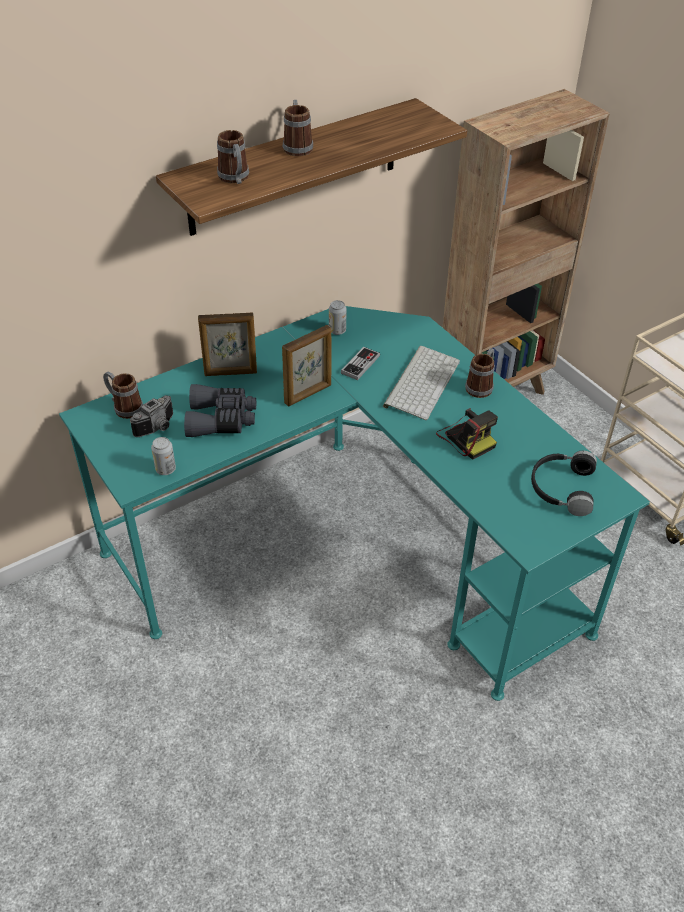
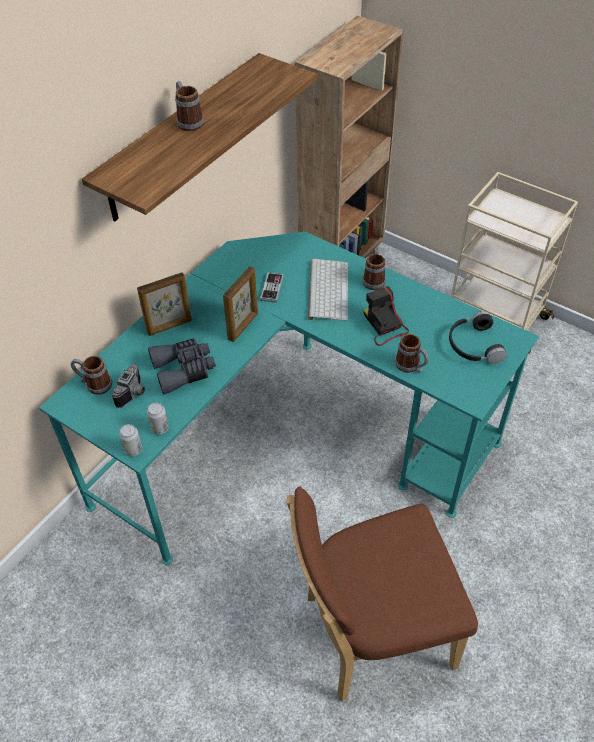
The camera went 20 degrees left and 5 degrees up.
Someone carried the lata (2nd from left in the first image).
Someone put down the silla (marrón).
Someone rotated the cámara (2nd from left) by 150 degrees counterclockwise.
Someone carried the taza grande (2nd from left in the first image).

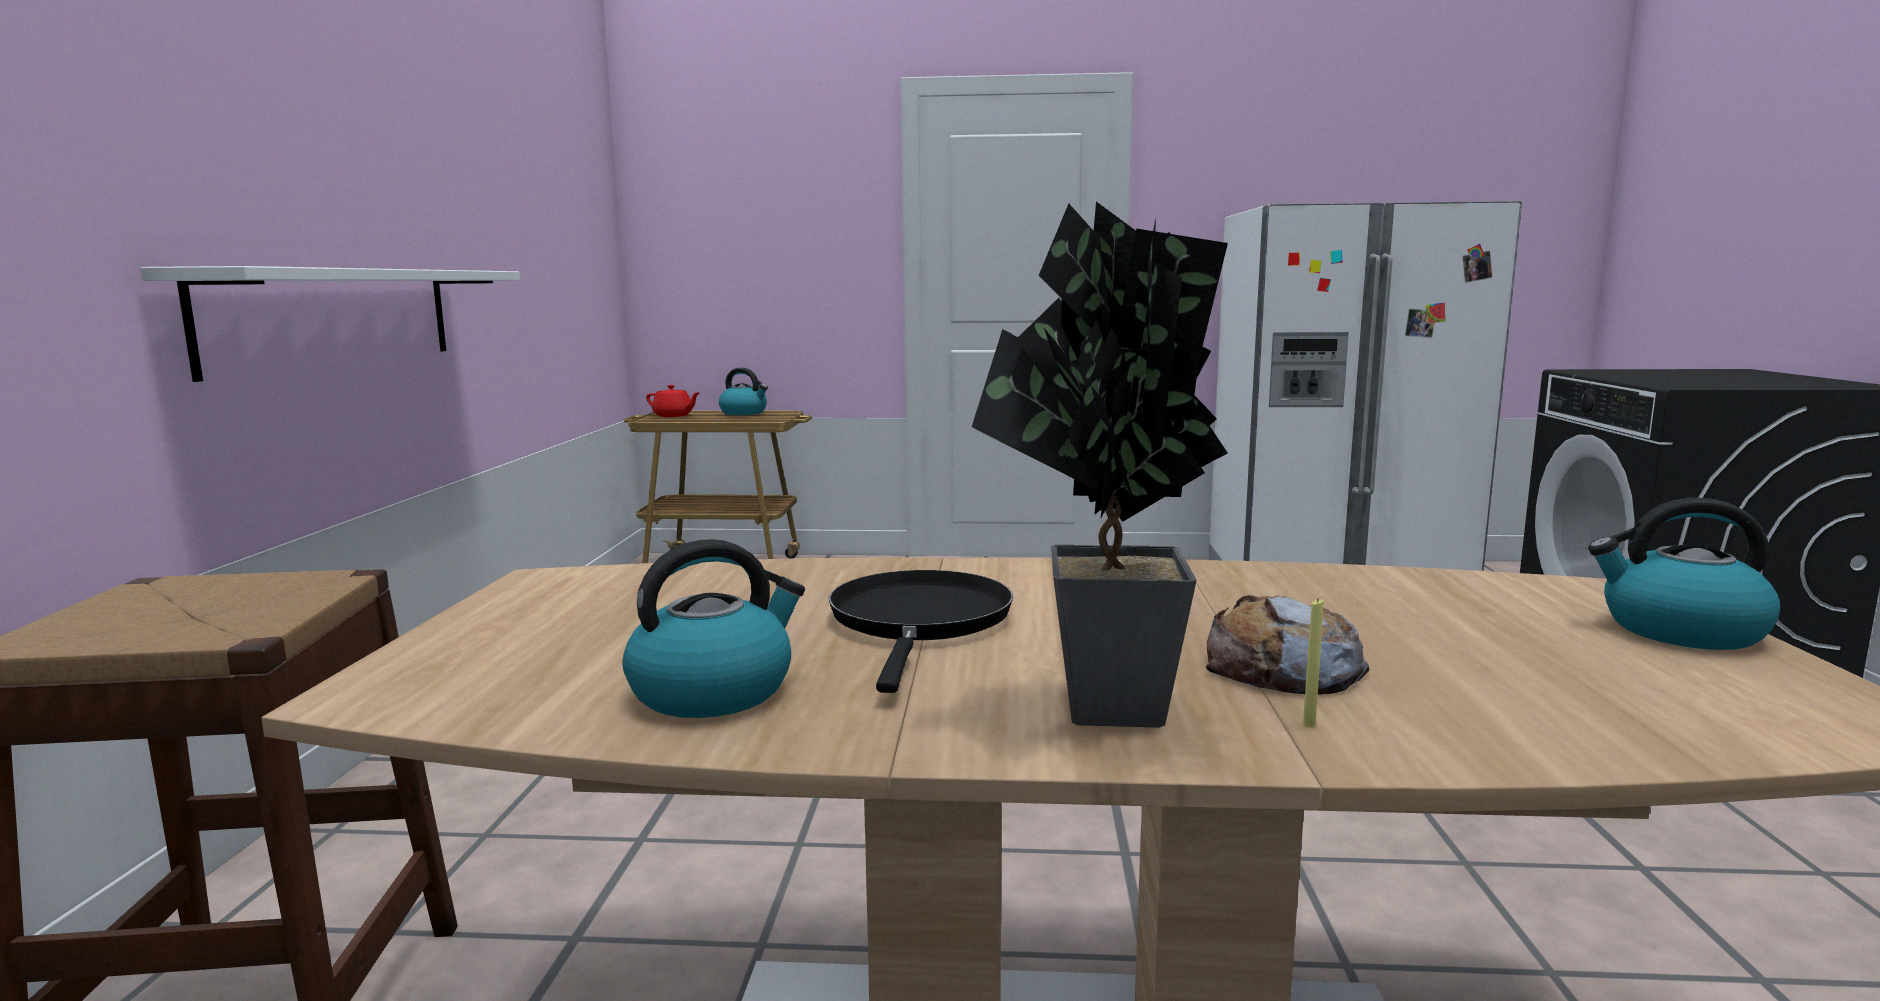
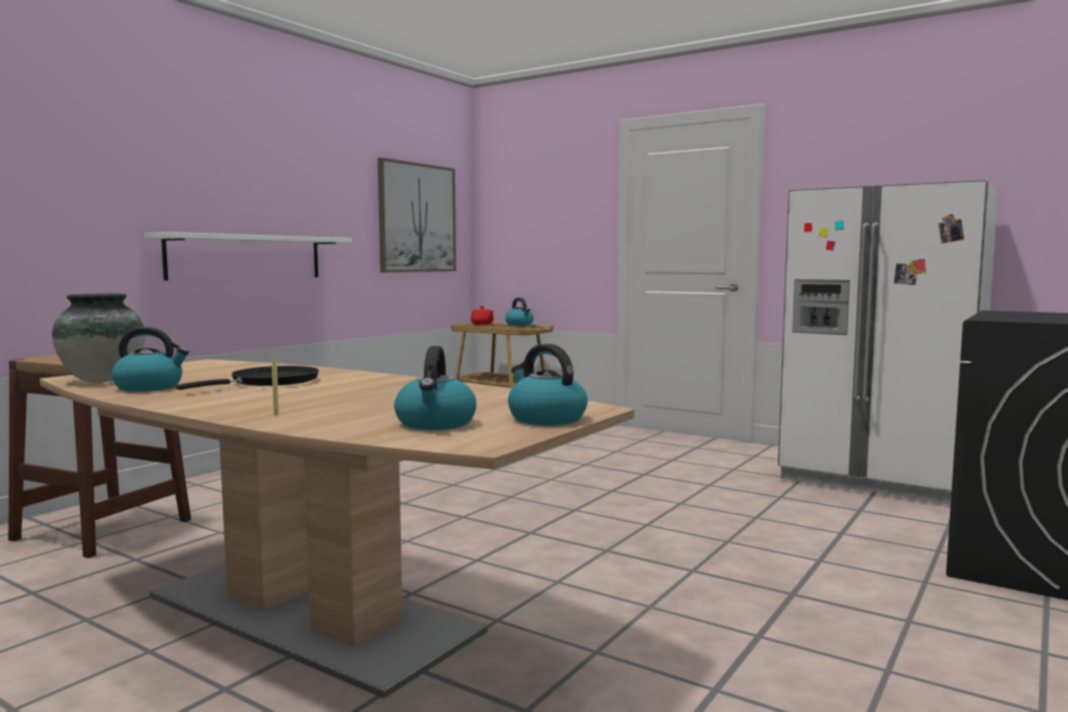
The camera went 30 degrees right and 5 degrees down.
Someone put down the florero.
Someone put up the cuadro.
Someone put down the hervidor (2nd from left).
Someone took away the planta en maceta.
Someone took away the pan.

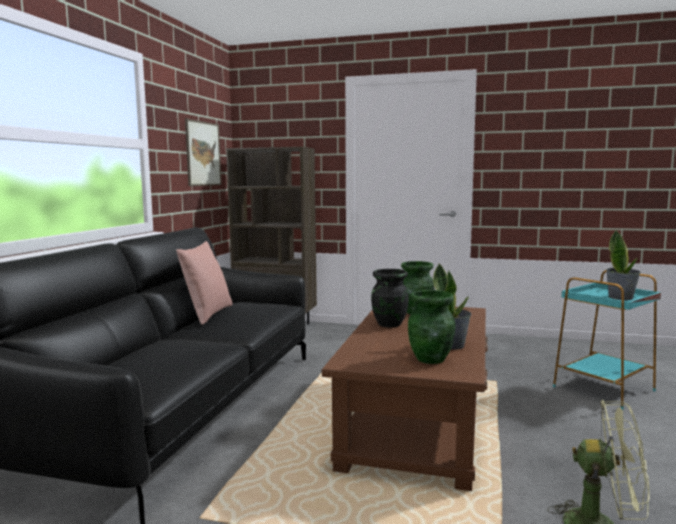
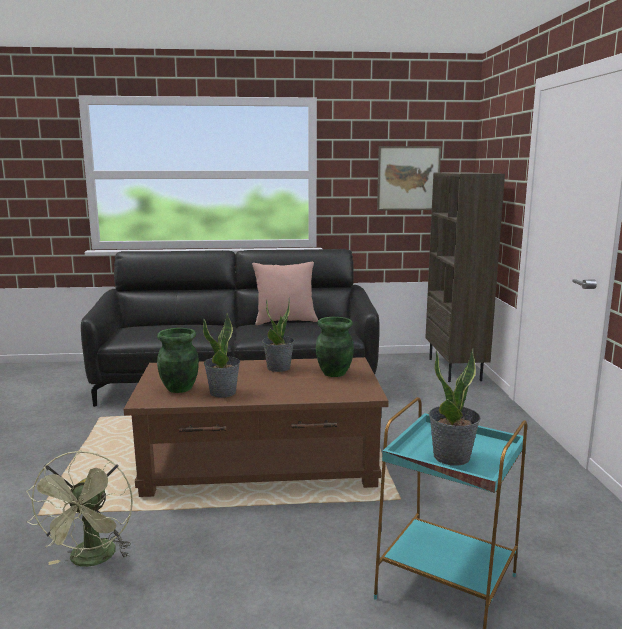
The camera went 70 degrees right and 5 degrees up.
Someone swapped the florero (negro) for the planta en maceta (2nd from left).

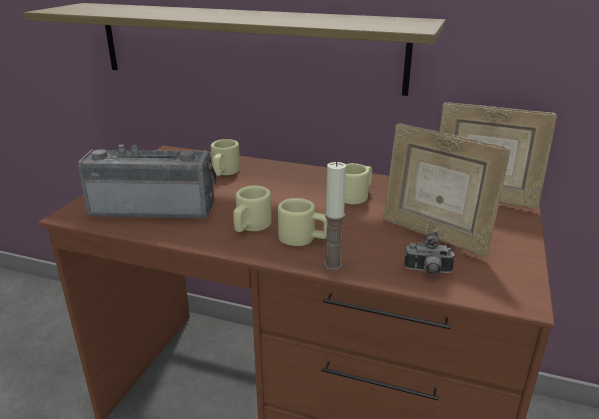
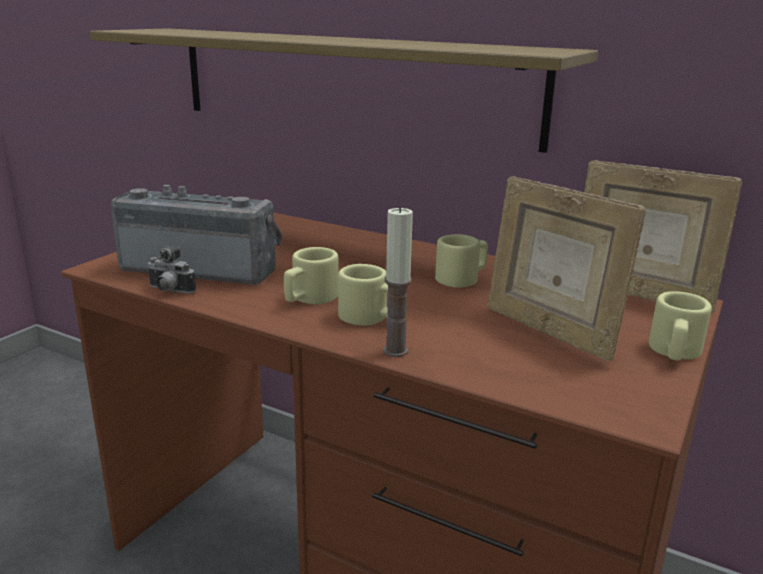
The camera went 10 degrees right and 5 degrees down.
Someone carried the cámara.
Someone carried the taza grande (beis) (1st from left in the first image).

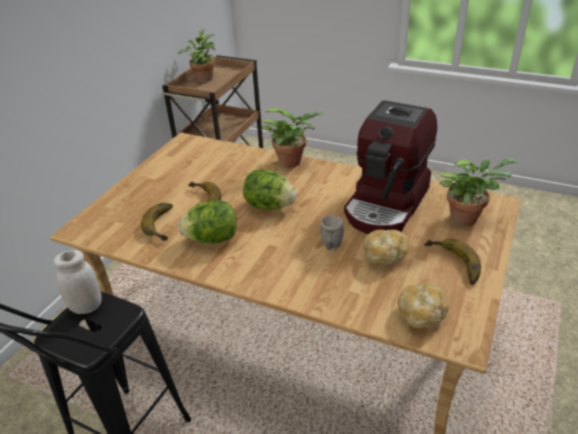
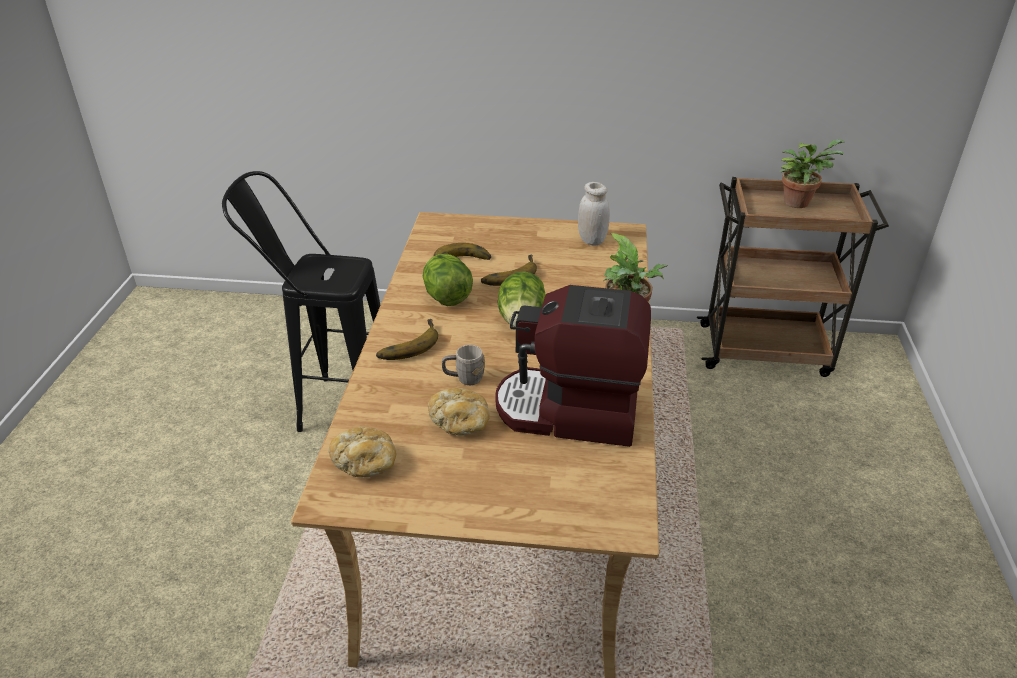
The camera went 70 degrees right and 0 degrees up.
Someone carried the plátano (3rd from left in the first image).
Someone carried the tarro (blanco).
Someone took away the planta en maceta (3rd from left).

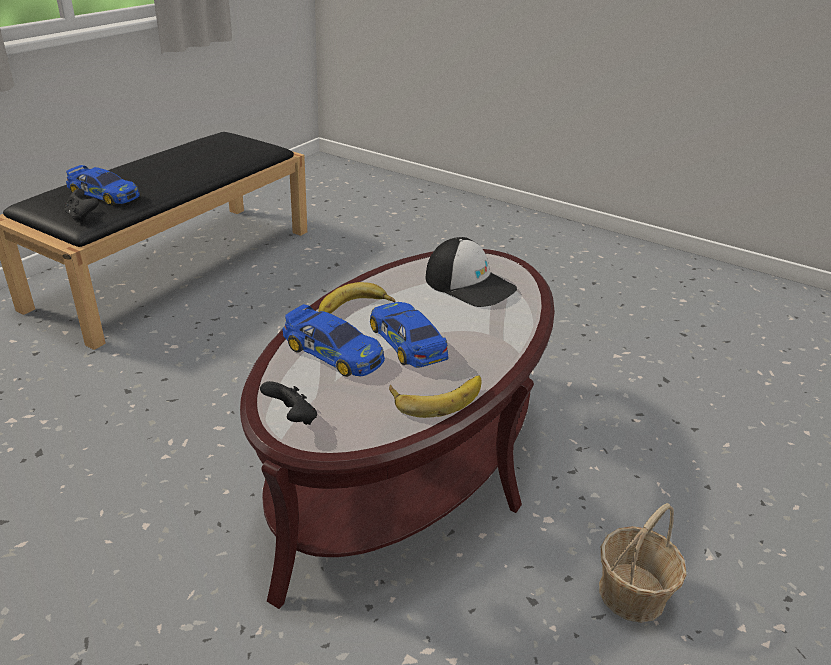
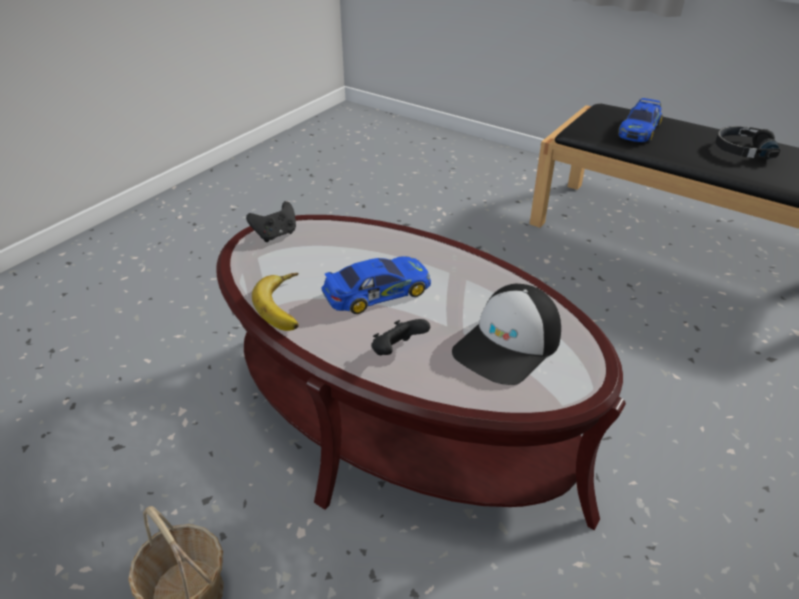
The camera went 95 degrees right and 5 degrees up.
Someone carried the mando de consola (negro) (1st from left in the first image).
Someone put down the auriculares (negro).
Someone took away the coche de juguete (2nd from left).
Someone took away the plátano (1st from left).

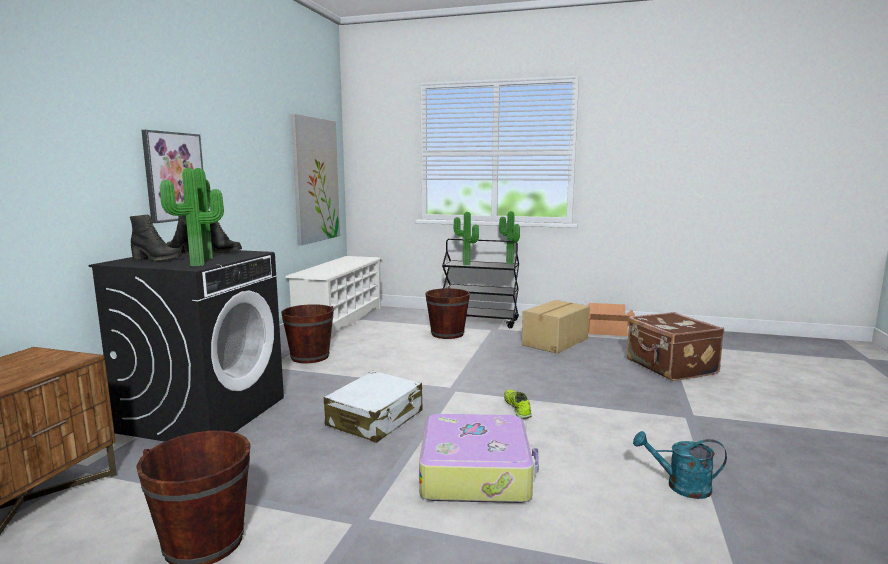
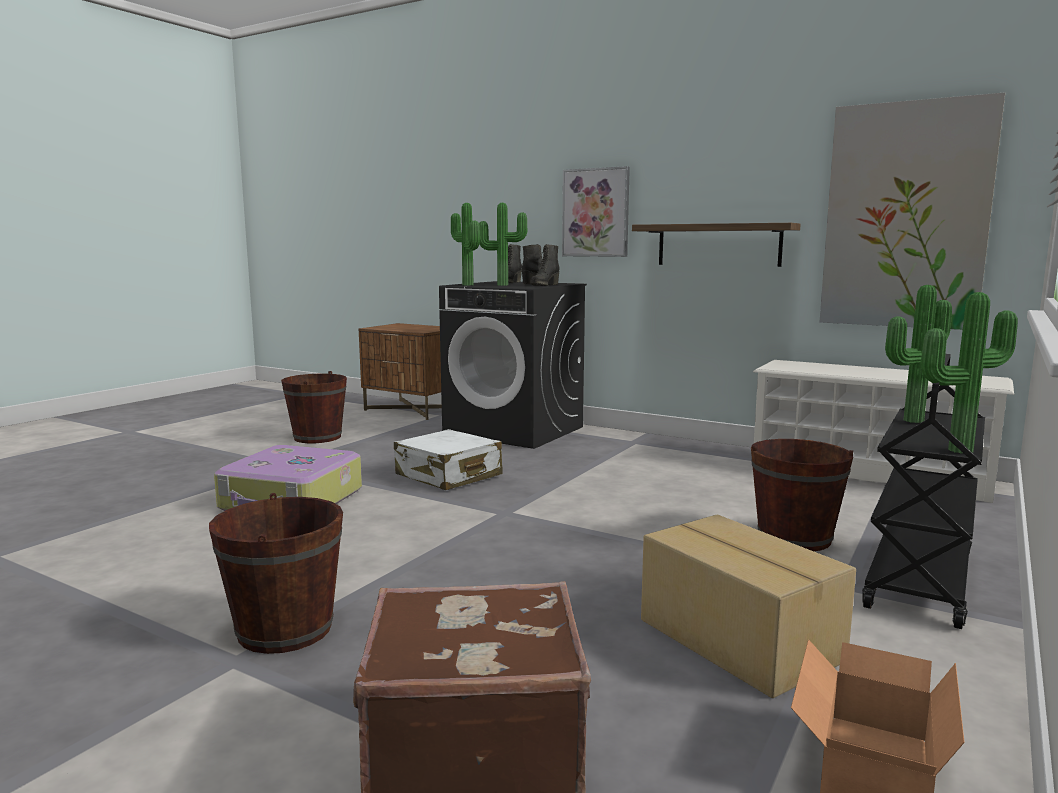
The camera went 105 degrees right and 0 degrees up.
Someone carried the cubo (marrón) (2nd from left in the first image).
Someone put up the estante.
Someone took away the zapato.
Someone took away the regadera (turquesa).

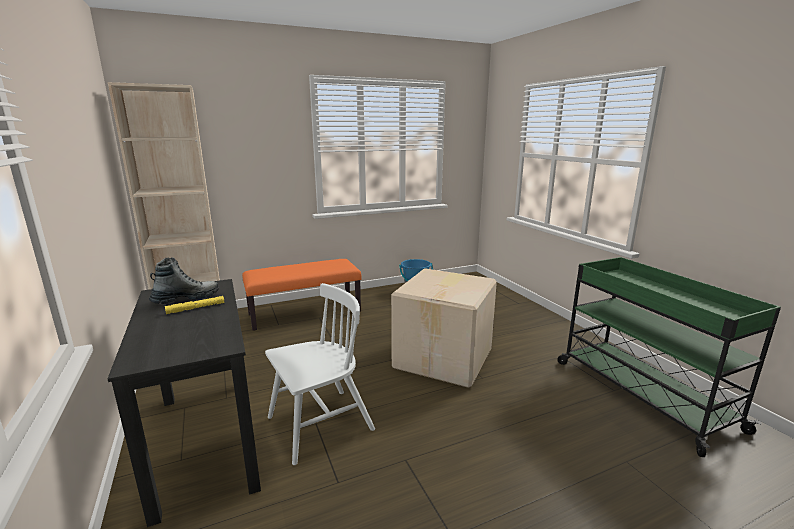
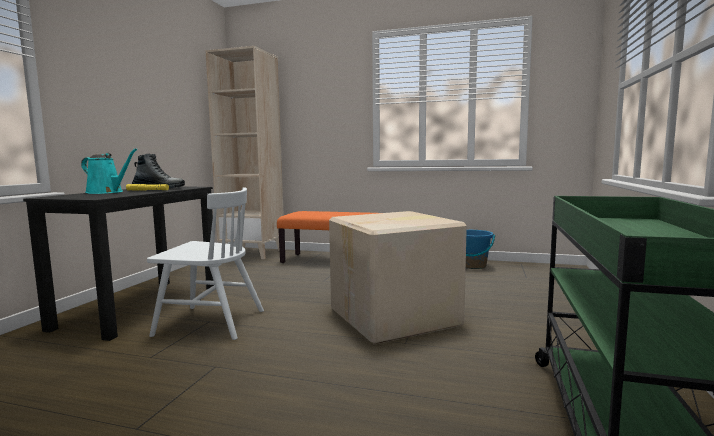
The camera went 40 degrees right and 10 degrees down.
Someone put down the regadera (turquesa).

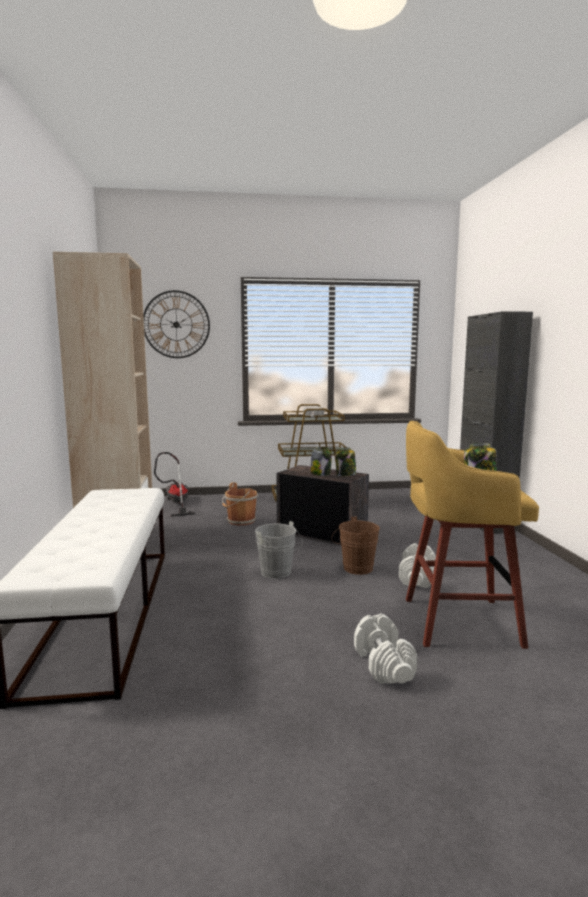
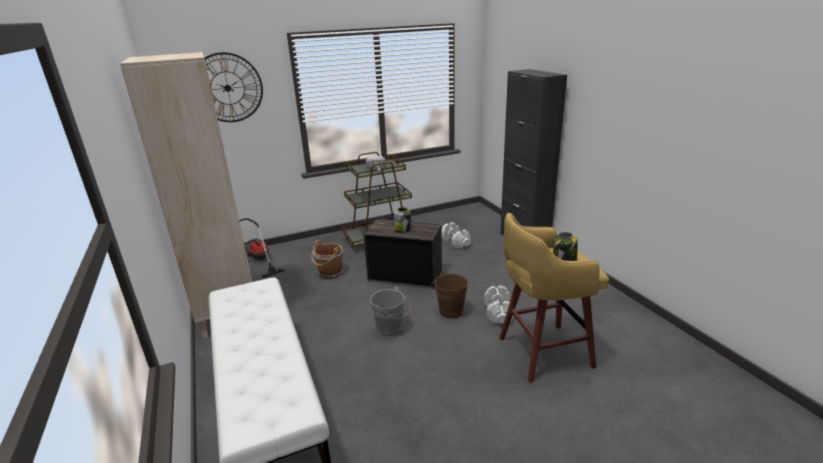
The camera went 15 degrees left and 15 degrees up.
Someone carried the mancuerna (blanco) (1st from left).
Someone took away the tarro (2nd from left).

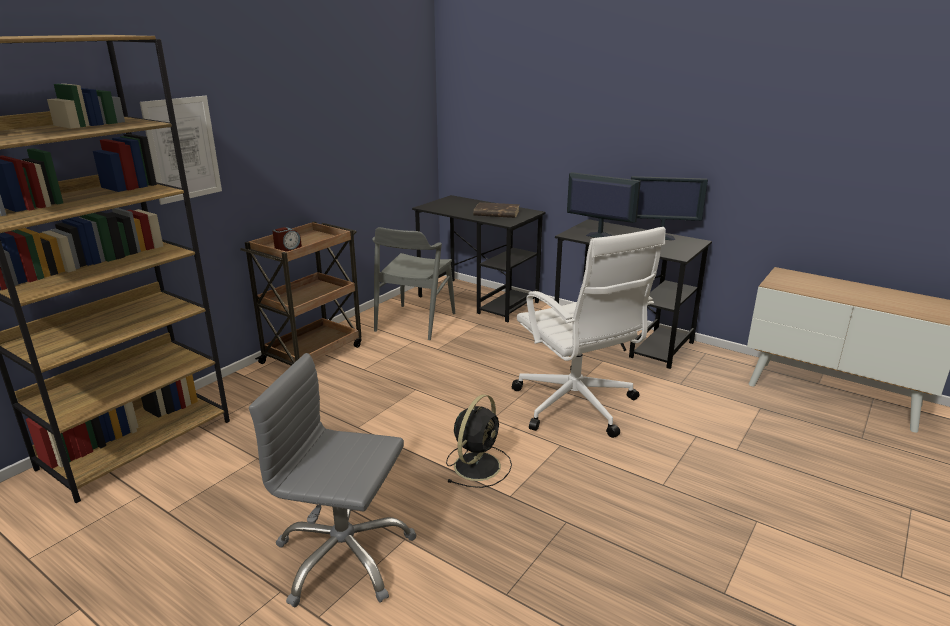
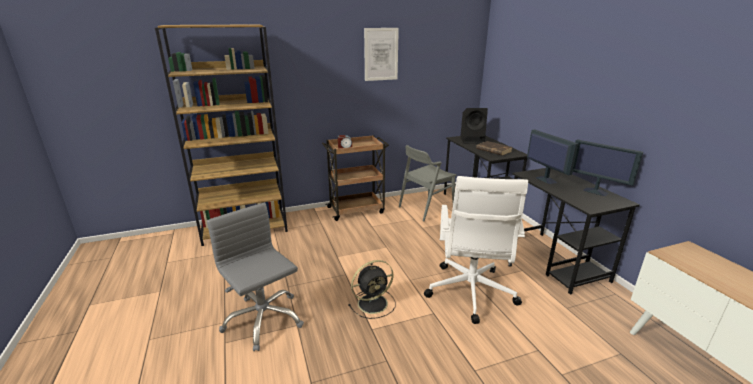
The camera went 35 degrees right and 0 degrees up.
Someone carried the cuadro.
Someone put down the altavoz (negro).

